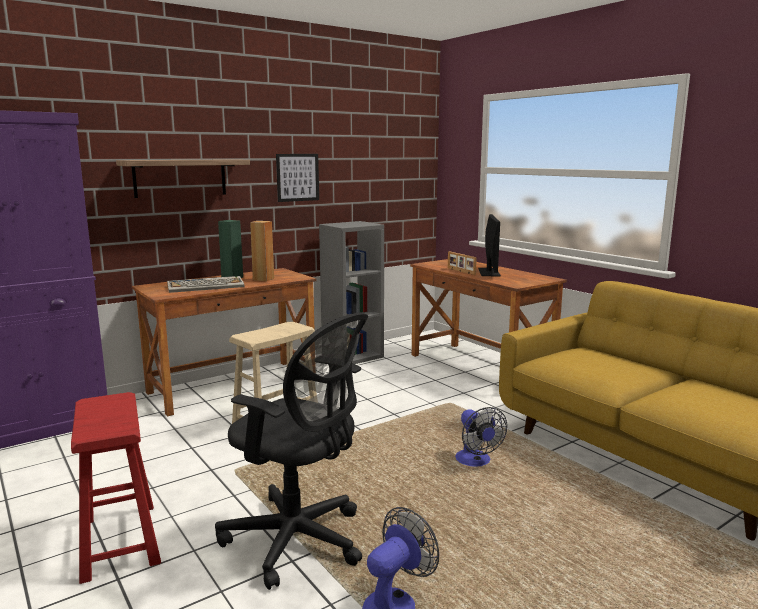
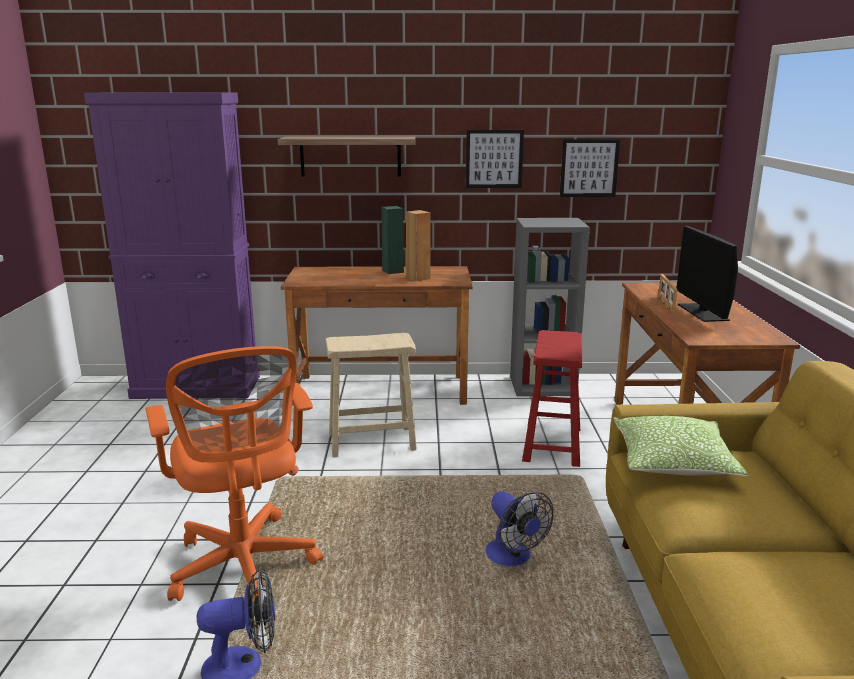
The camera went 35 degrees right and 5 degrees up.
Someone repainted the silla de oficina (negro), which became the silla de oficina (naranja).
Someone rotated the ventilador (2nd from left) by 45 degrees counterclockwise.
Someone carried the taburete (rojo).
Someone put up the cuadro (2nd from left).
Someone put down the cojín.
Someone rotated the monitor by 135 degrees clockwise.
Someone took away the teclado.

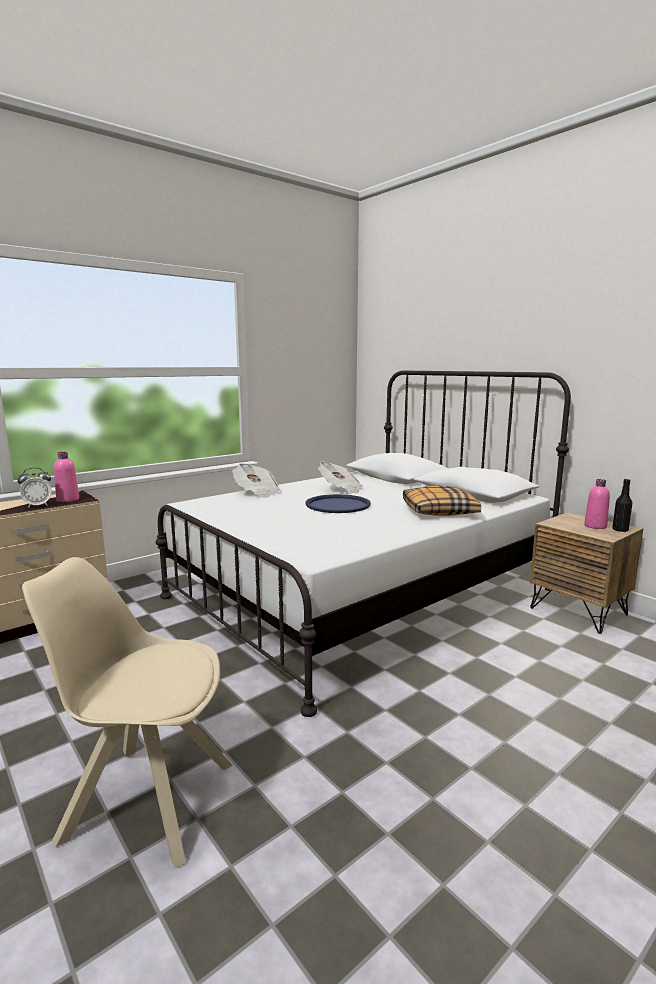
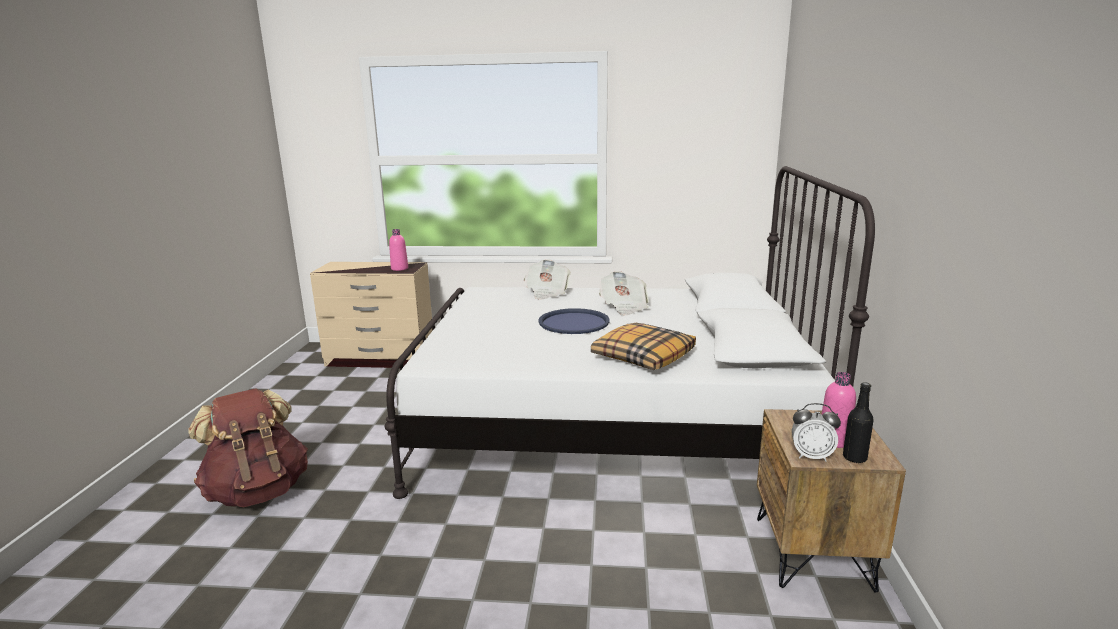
The camera went 45 degrees right and 5 degrees up.
Someone swapped the silla (beis) for the mochila (marrón).
Someone carried the despertador.

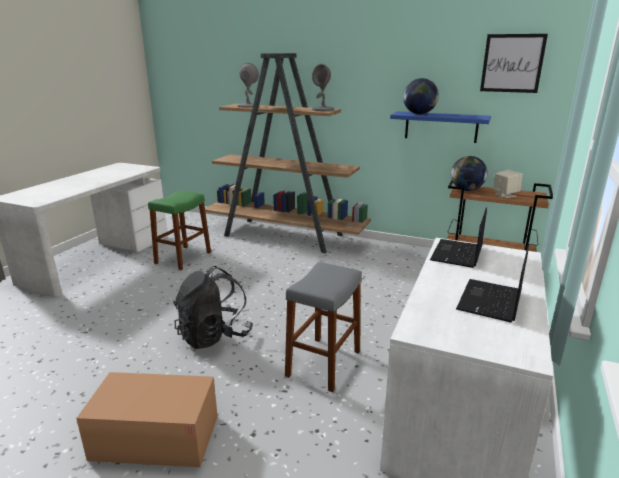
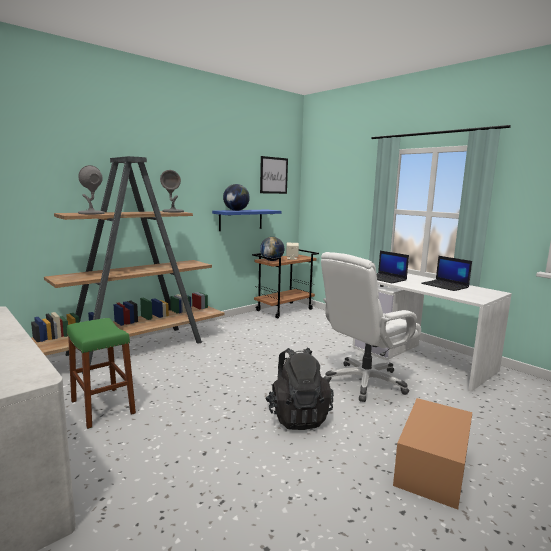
The camera went 65 degrees left and 10 degrees down.
Someone swapped the taburete (gris) for the silla de oficina (blanco).

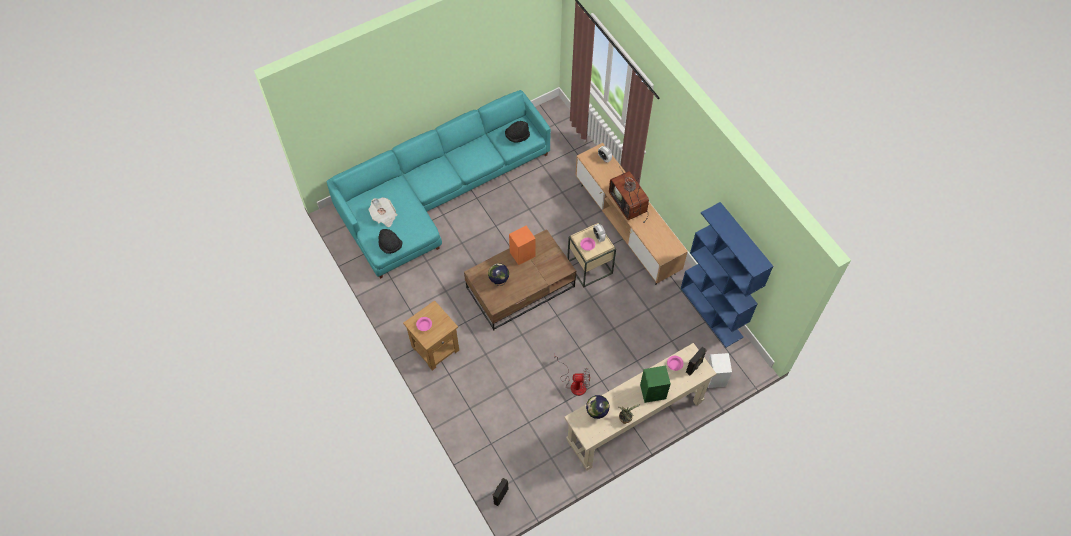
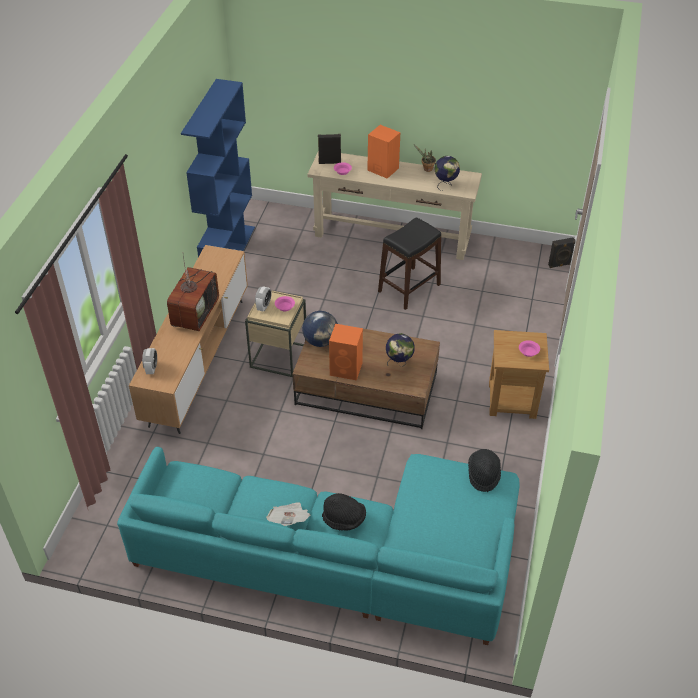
The camera went 135 degrees left and 15 degrees down.
Someone carried the periódico.
Someone put down the globo terráqueo (1st from left).
Someone carried the sombrero (negro) (2nd from left in the first image).
Someone repainted the altavoz (verde), which became the altavoz (naranja) (2nd from left).
Someone swapped the ventilador for the taburete (negro).
Someone took away the altavoz (blanco).

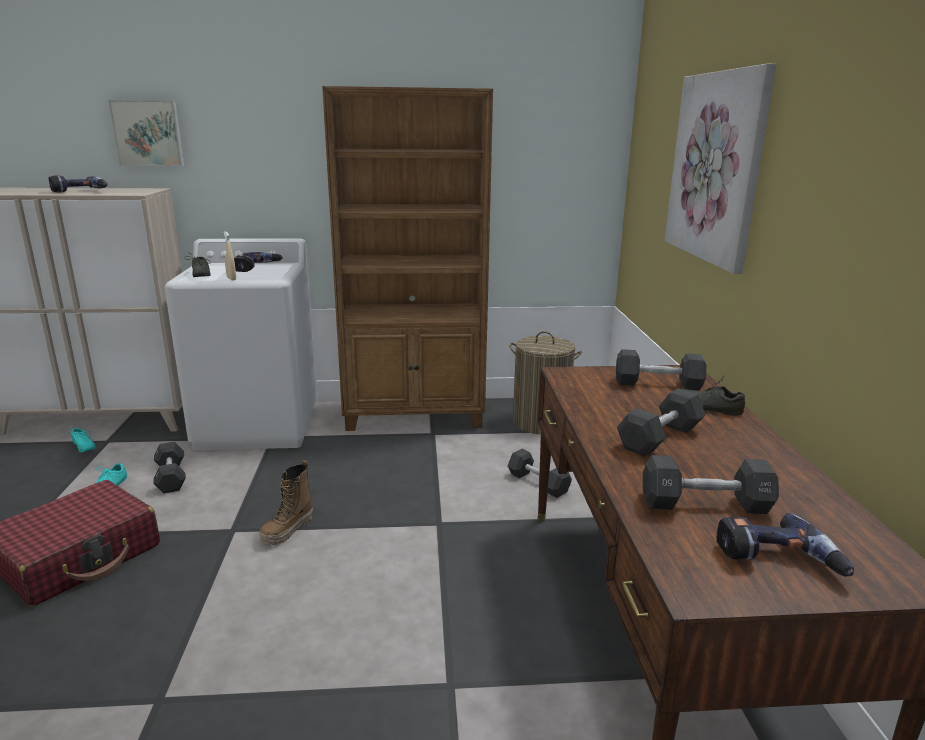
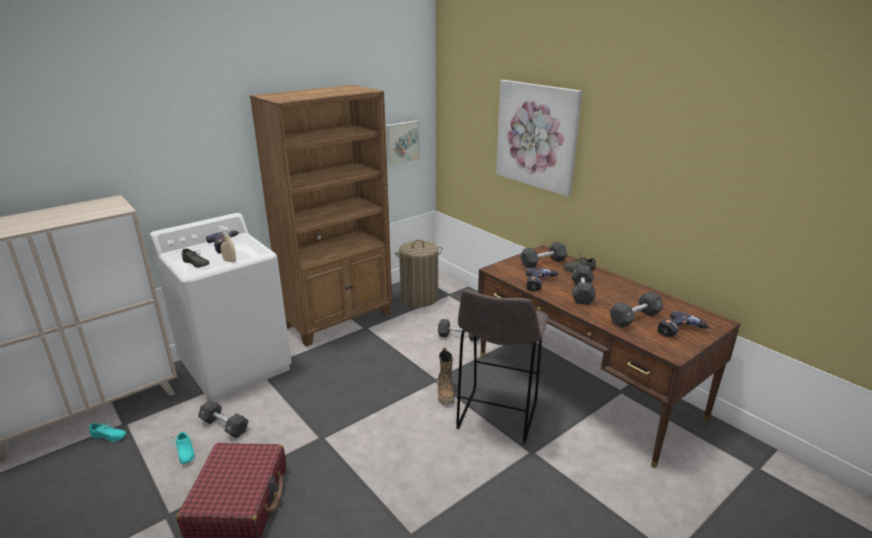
The camera went 35 degrees left and 5 degrees up.
Someone carried the cuadro (1st from left).
Someone carried the bota.
Someone put down the taburete (gris).
Someone carried the taladro (1st from left in the first image).

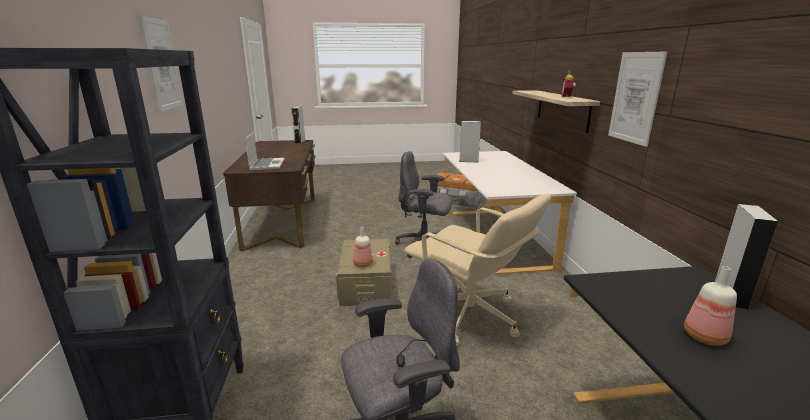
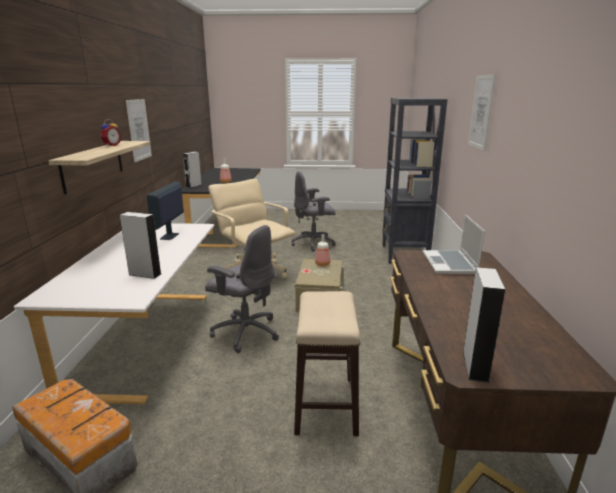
The camera went 170 degrees left and 0 degrees up.
Someone put down the monitor.
Someone put down the taburete.

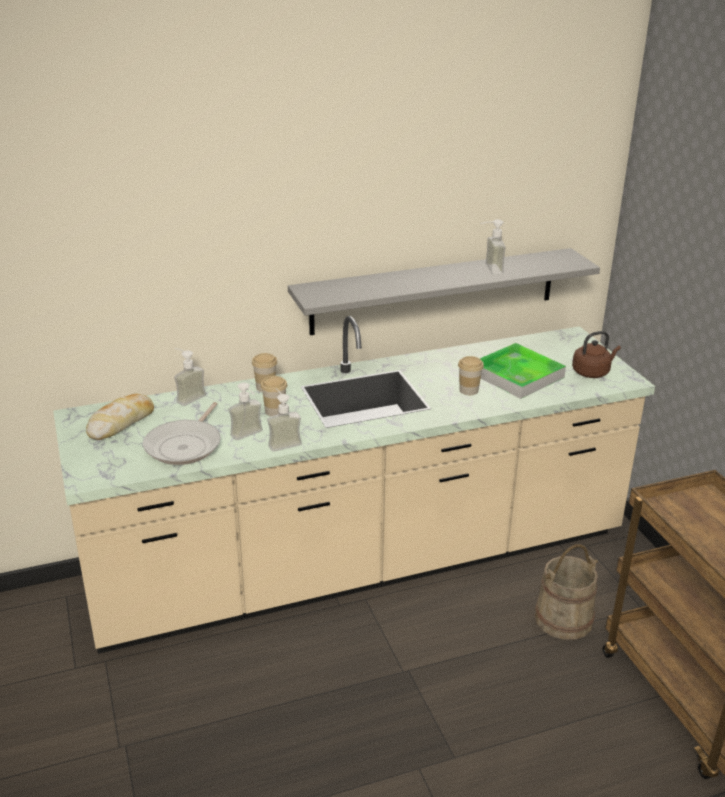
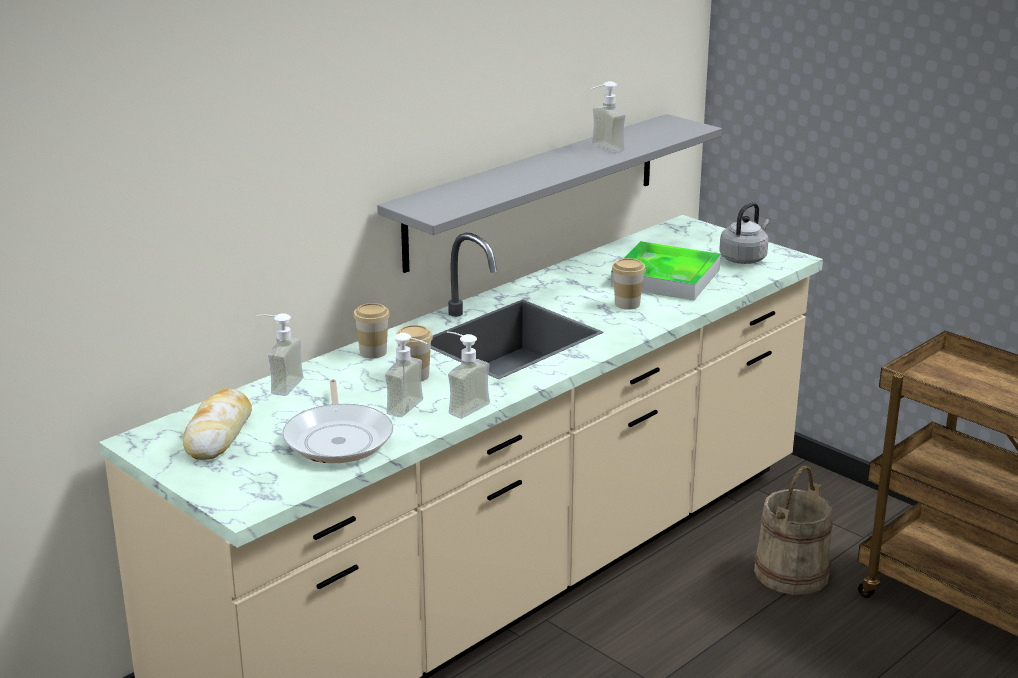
The camera went 25 degrees left and 5 degrees down.
Someone repainted the hervidor (marrón), which became the hervidor (gris).

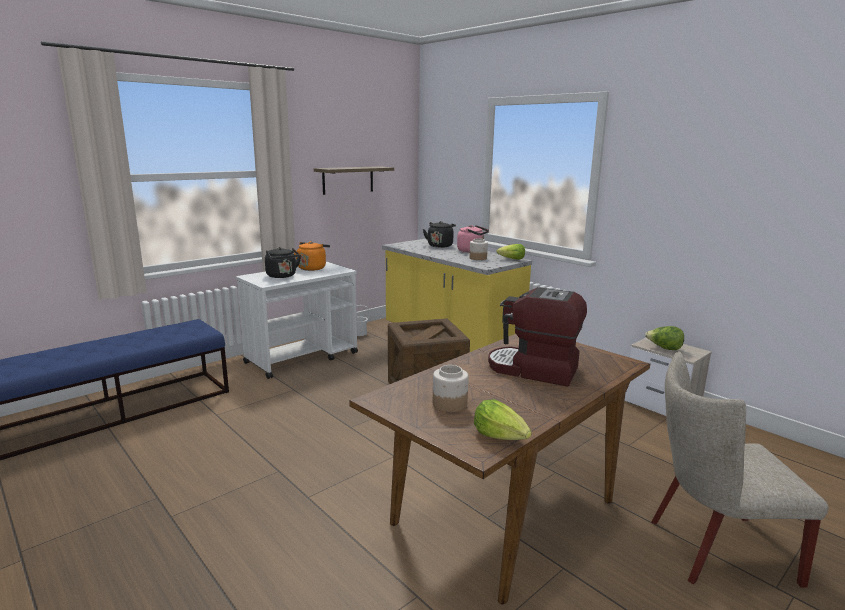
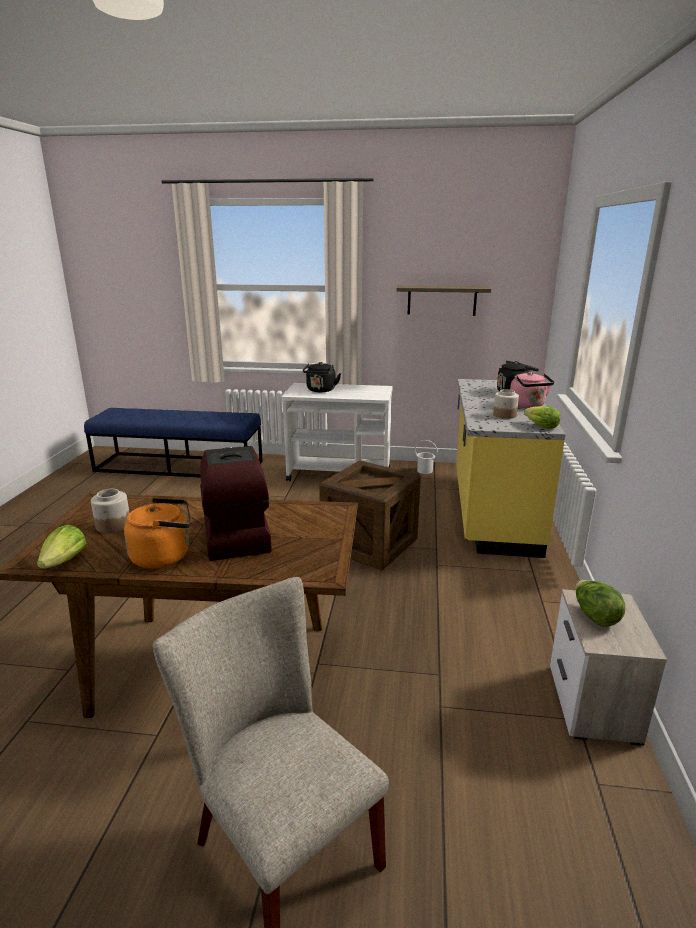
The camera went 50 degrees right and 5 degrees up.
Someone carried the hervidor (naranja).

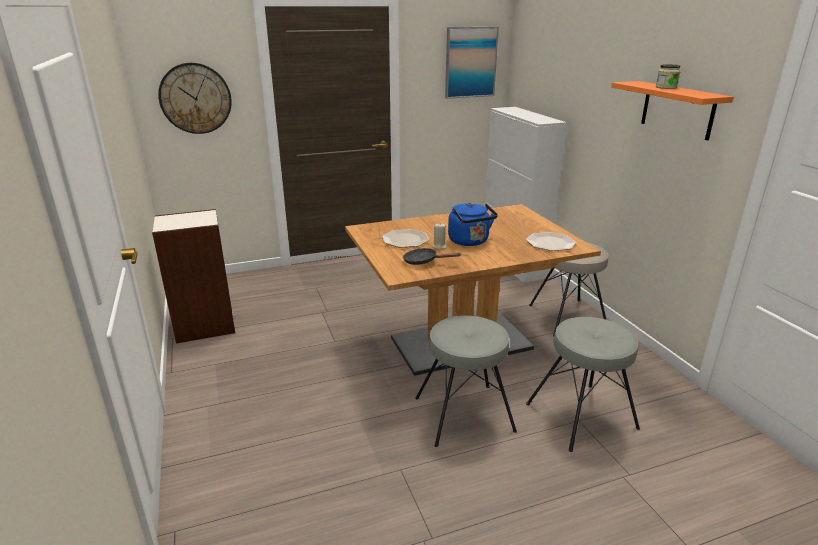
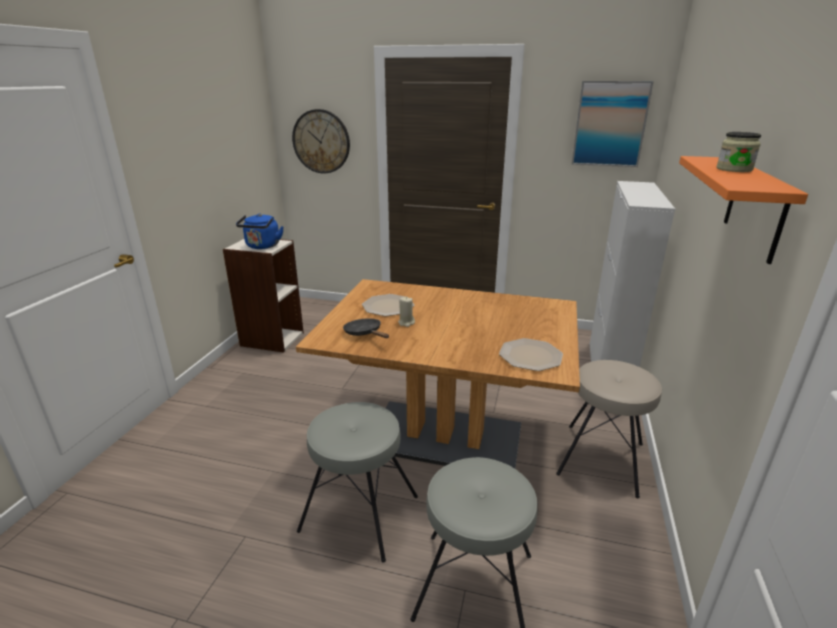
The camera went 35 degrees right and 0 degrees up.
Someone carried the hervidor (azul).

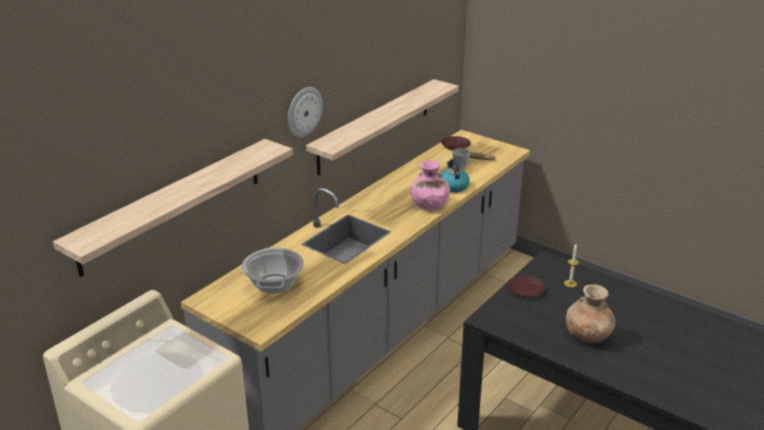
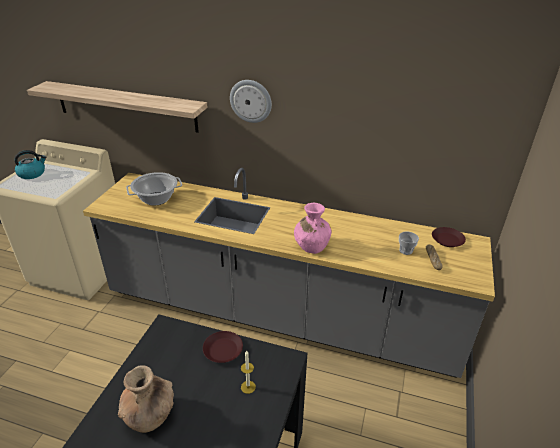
The camera went 70 degrees right and 5 degrees up.
Someone carried the hervidor.
Someone took away the estante (2nd from left).

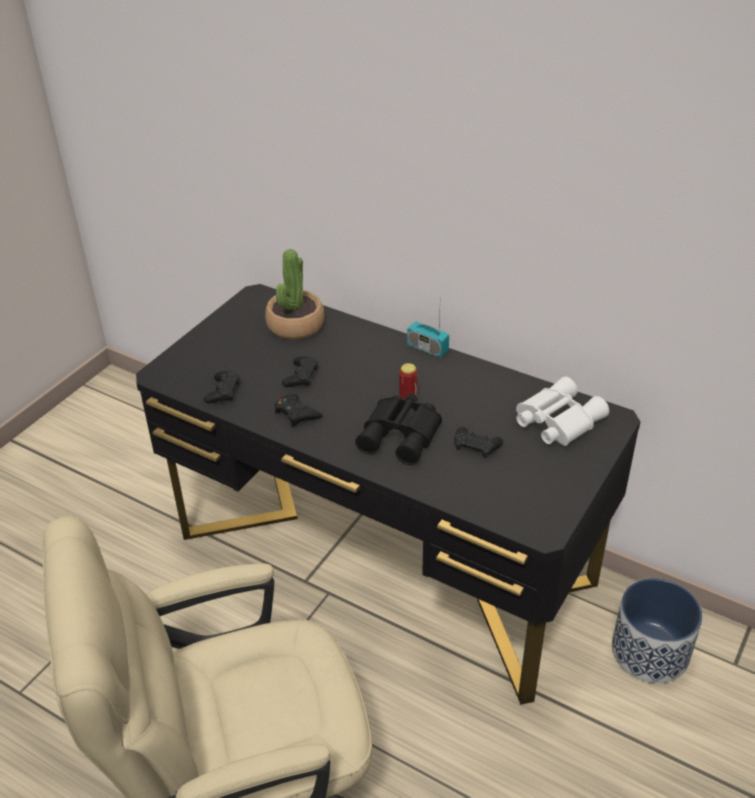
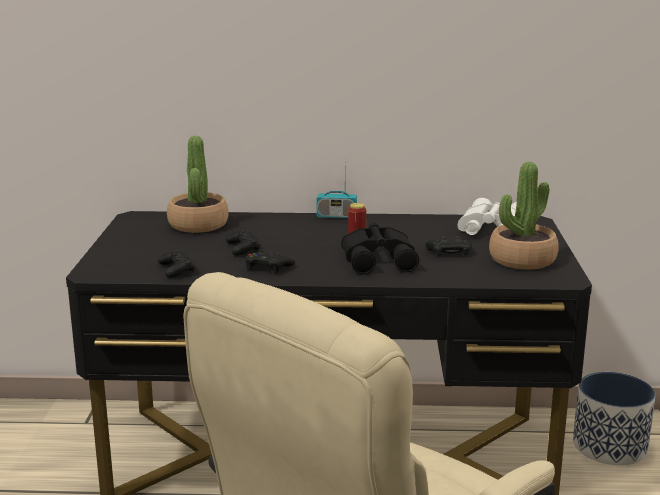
The camera went 30 degrees left and 20 degrees down.
Someone put down the planta en maceta (2nd from left).

